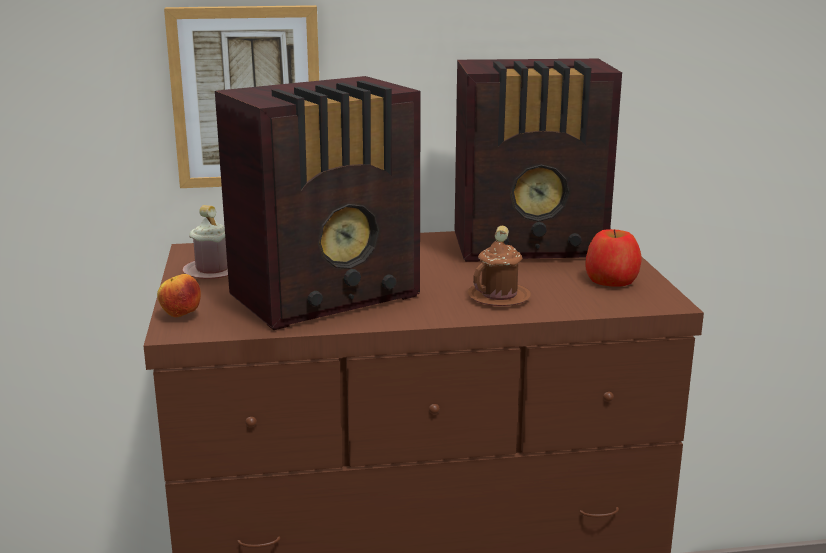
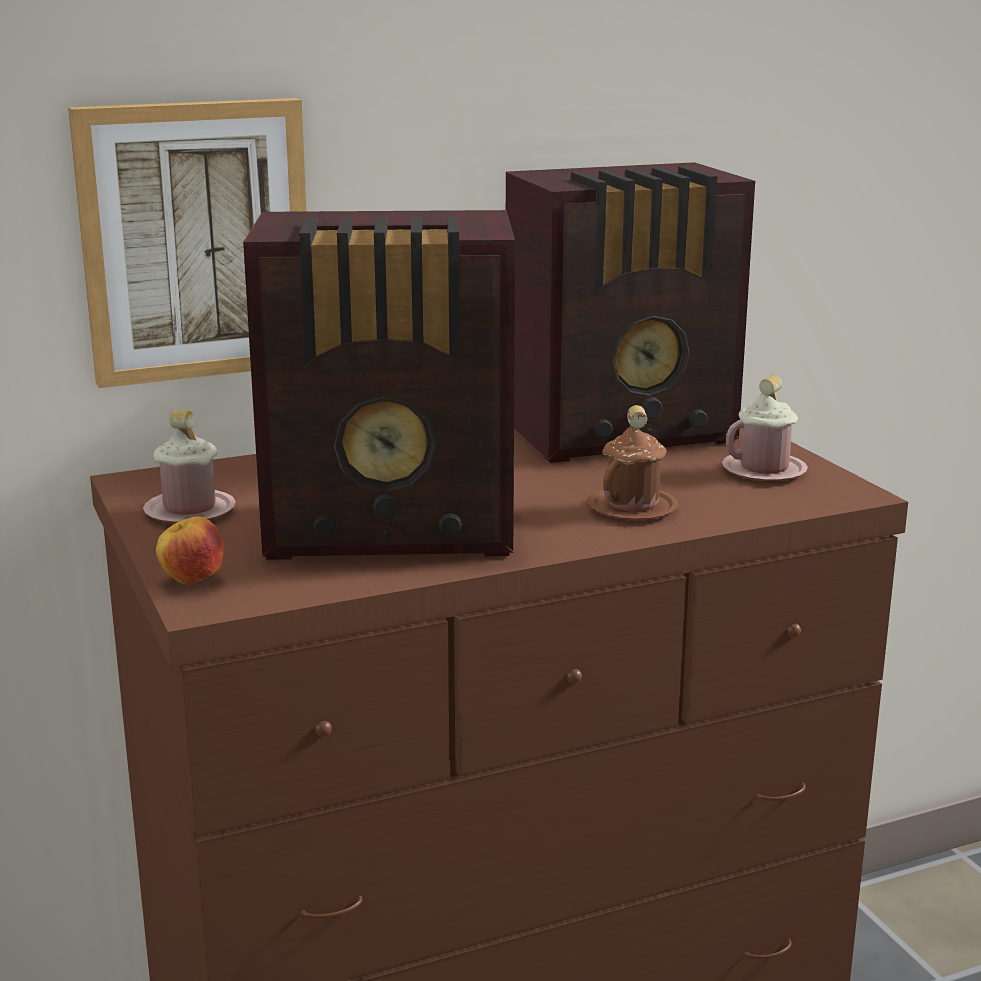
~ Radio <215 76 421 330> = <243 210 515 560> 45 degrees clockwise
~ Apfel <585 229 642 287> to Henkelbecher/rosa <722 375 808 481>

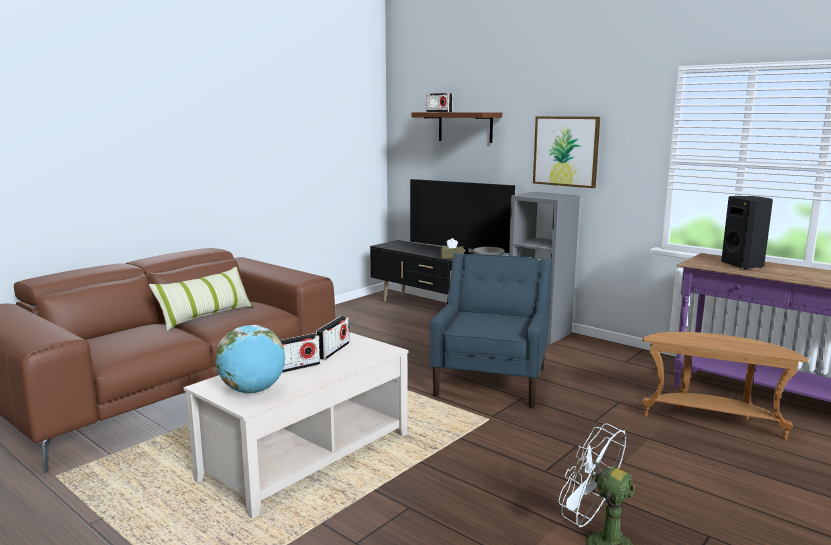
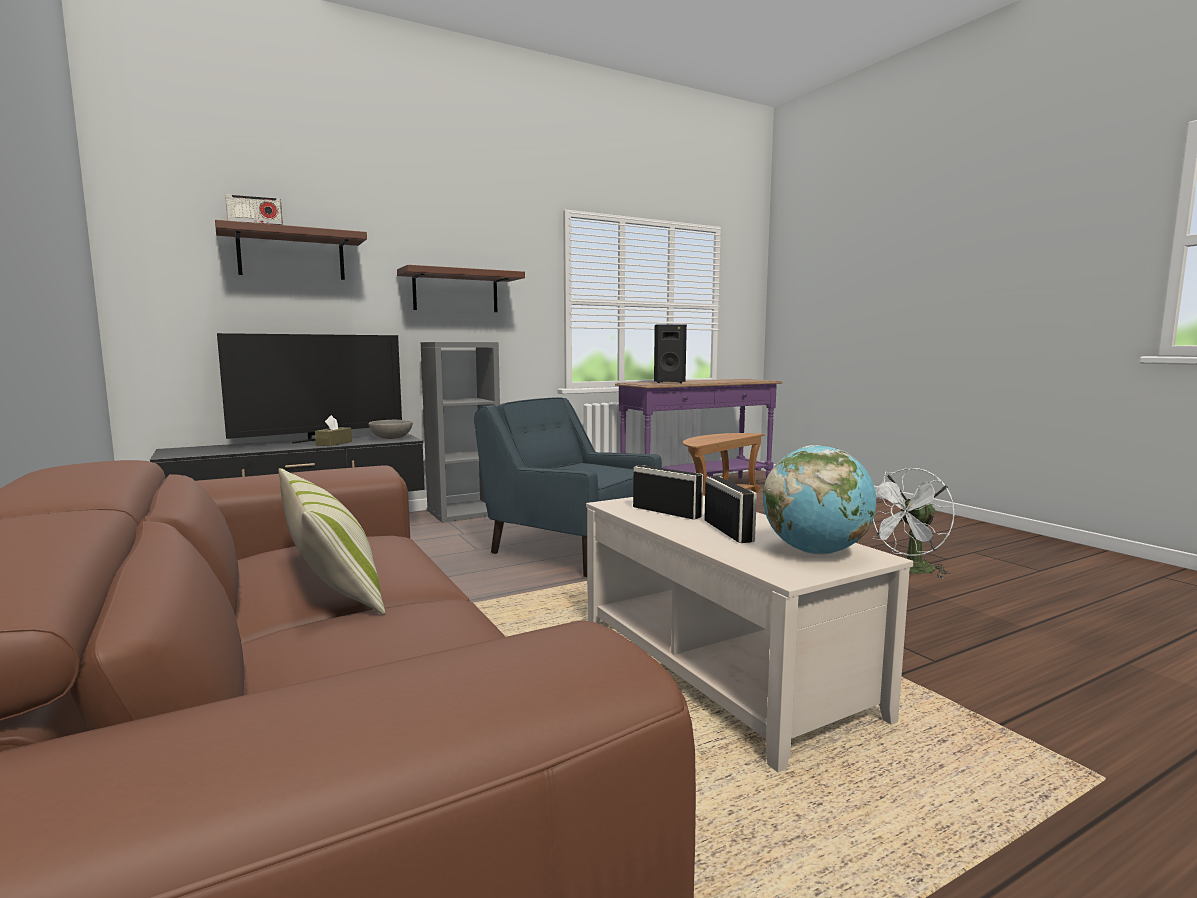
~ Bild <533 116 600 188> to Wandregal/braun <397 265 525 312>

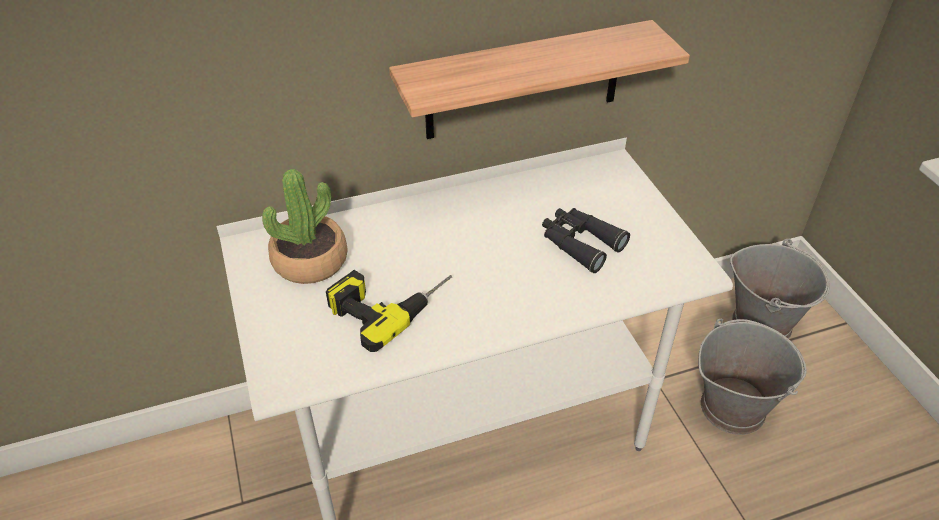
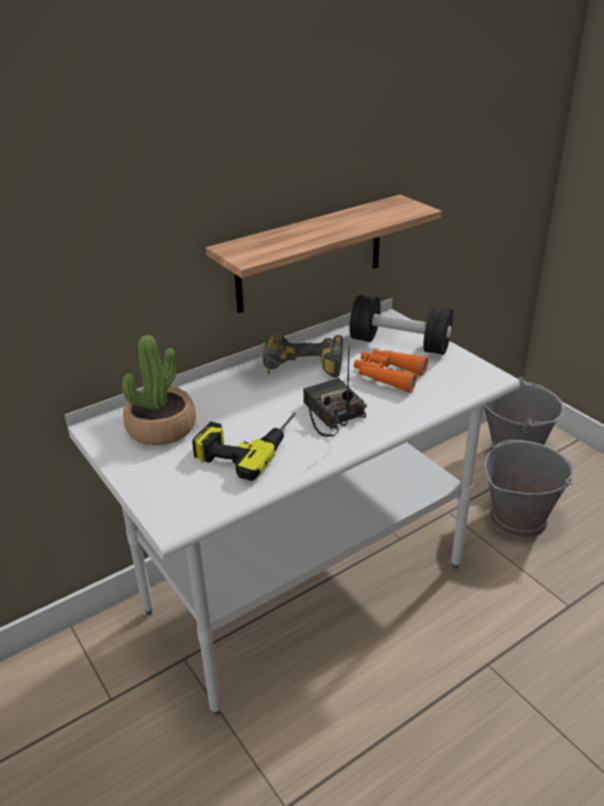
+ Bohrmaschine <263 334 343 378>
+ Radio <303 346 367 437>
+ Hantel/schwarz <350 295 453 355>
~ Fernglas/schwarz <542 208 630 273> to Fernglas/orange <354 349 428 393>

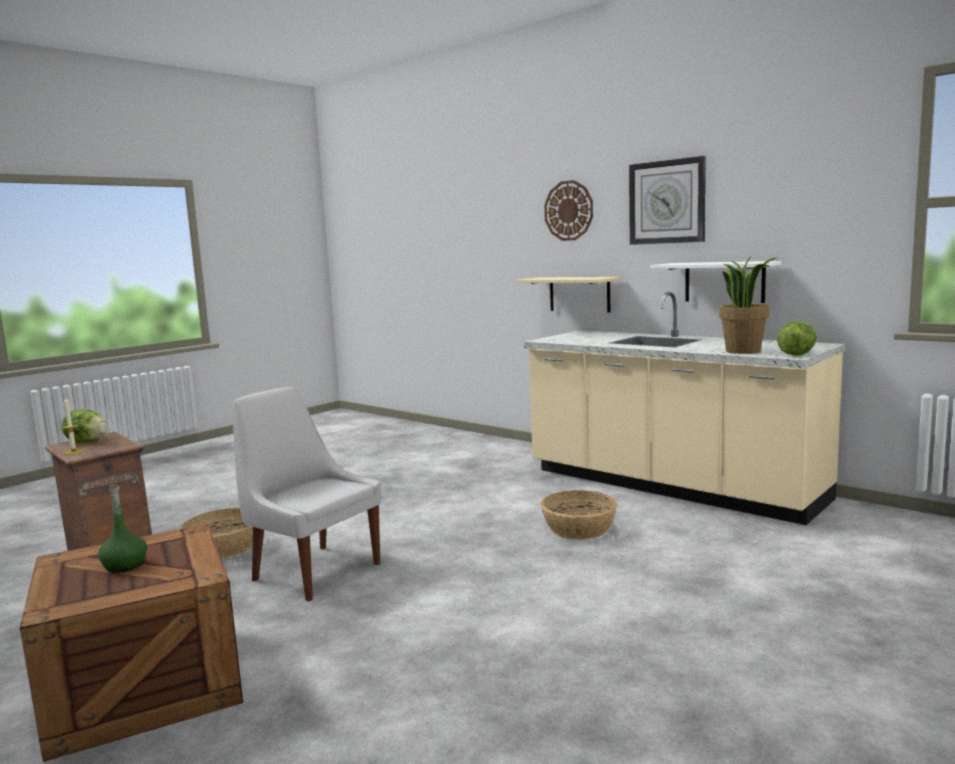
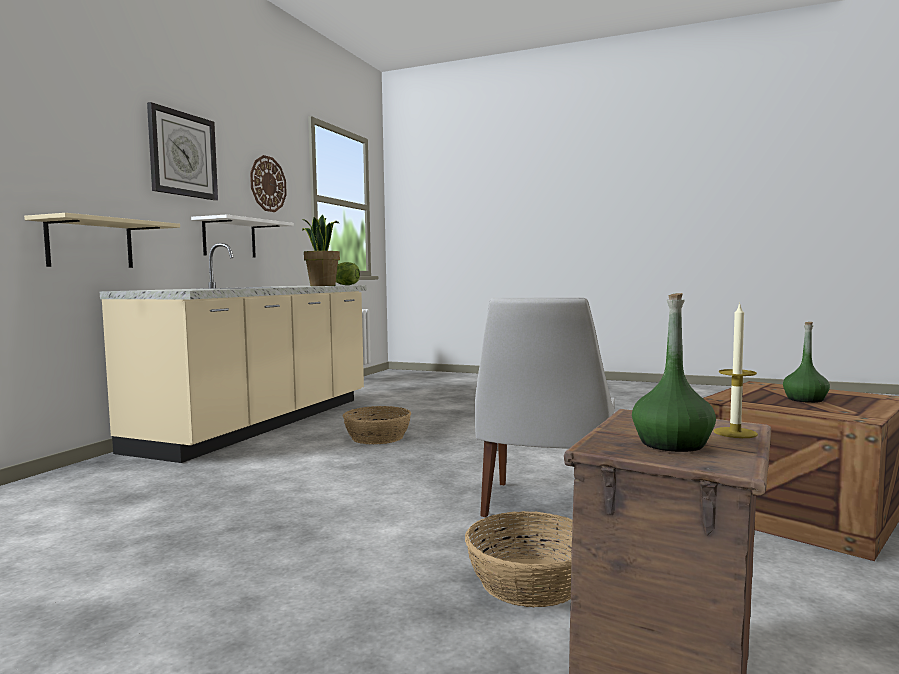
~ Wanduhr <544 180 593 241> to <250 155 287 212>
~ Salatkopf <62 409 108 442> to Flasche/grün <632 293 716 452>

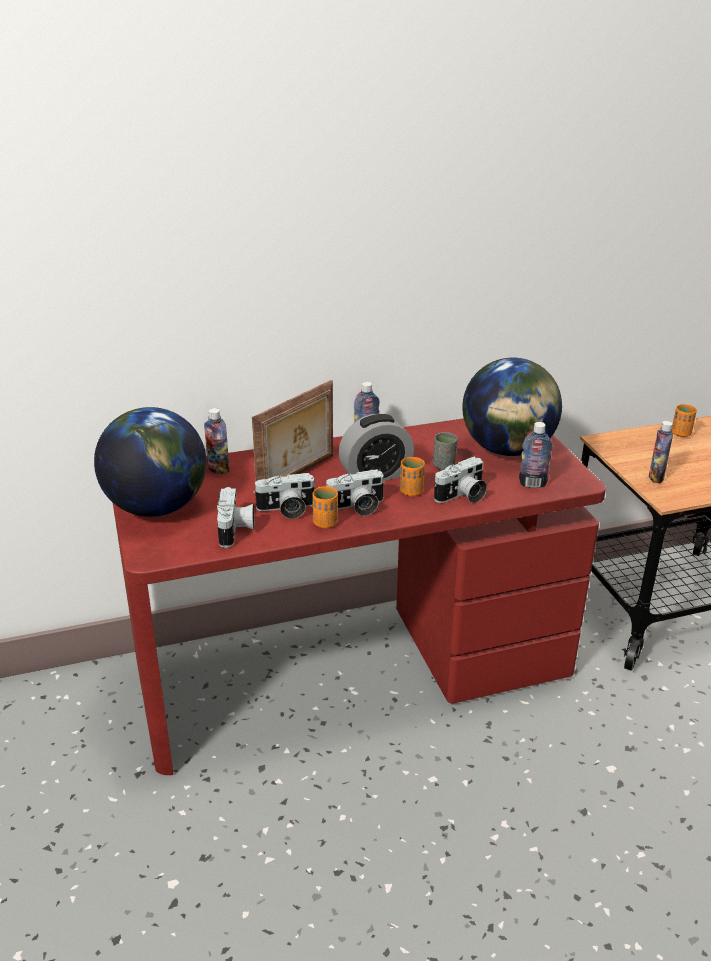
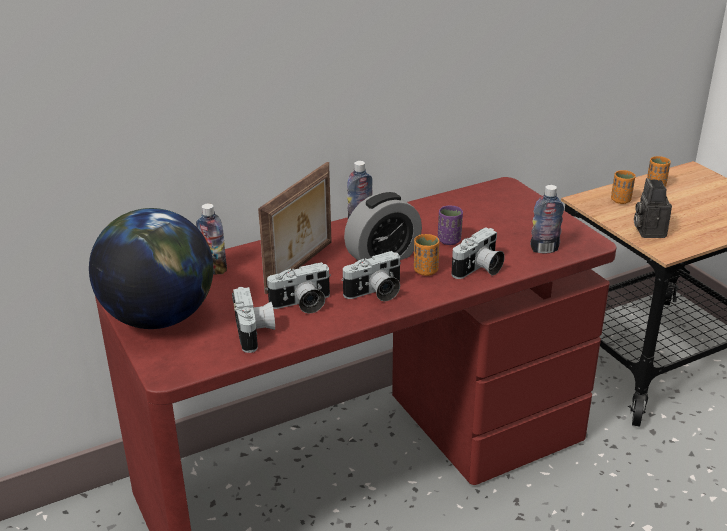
~ Tasse/grau <433 432 458 470> to Tasse/lila <438 206 463 245>
~ Tasse/orange <312 486 338 528> to <611 170 635 204>
~ Flasche <649 421 673 483> to Kamera <634 178 672 238>
- Globus <462 358 562 456>

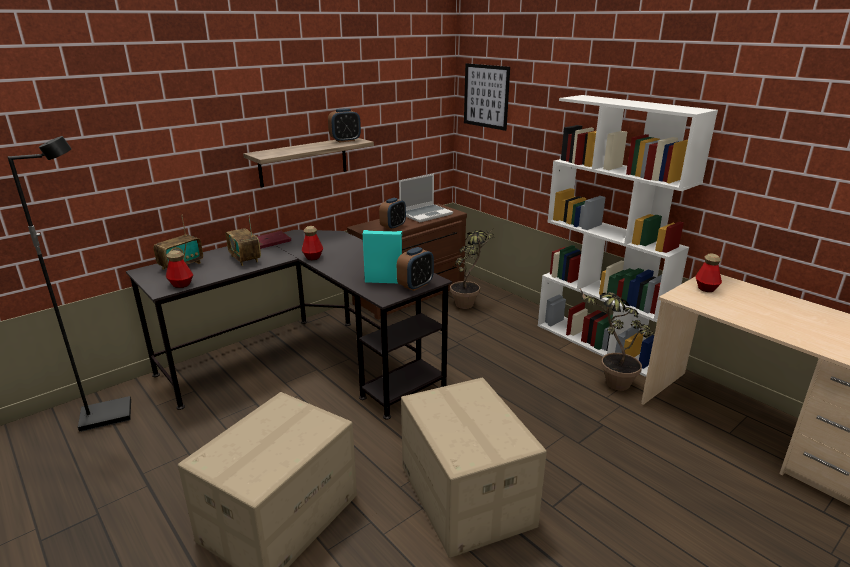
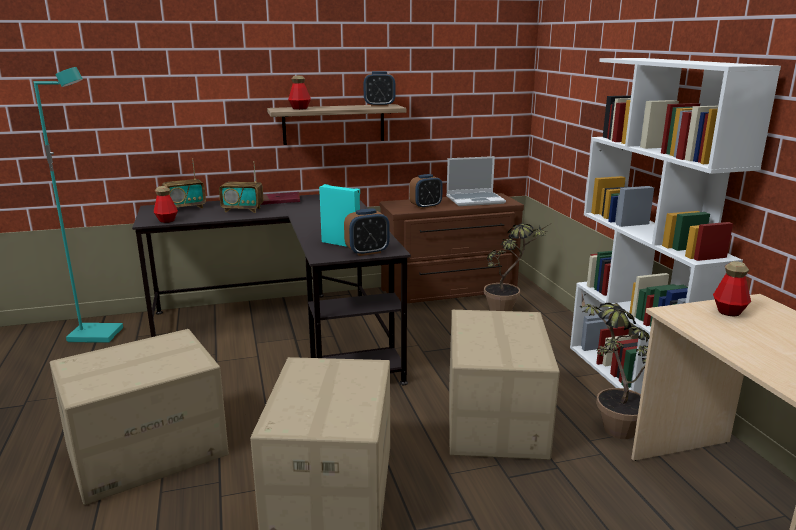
~ Stehlampe/schwarz <8 136 131 432> to Stehlampe/türkis <33 67 123 343>
~ Radio <225 216 261 266> = <219 161 263 213> 75 degrees counterclockwise
~ Flasche <302 226 323 260> to <288 76 311 110>
+ Karton <449 310 560 460>
- Bild <464 63 510 131>

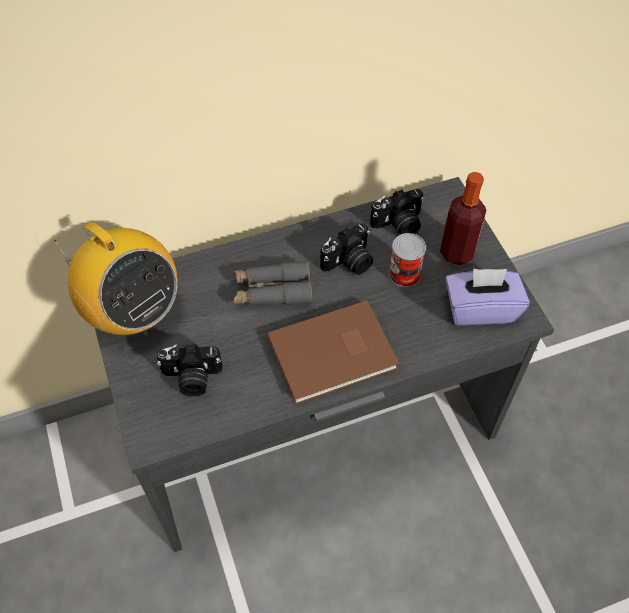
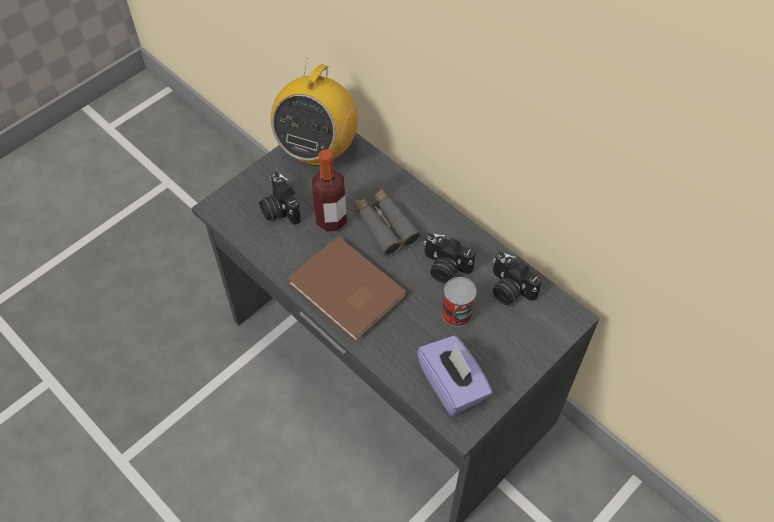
~ Flasche <440 172 486 266> to <312 150 347 232>

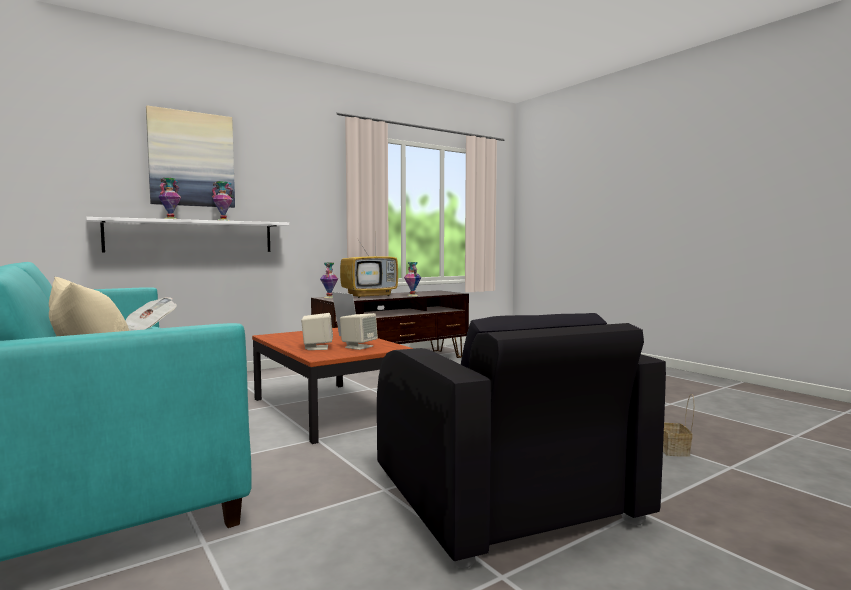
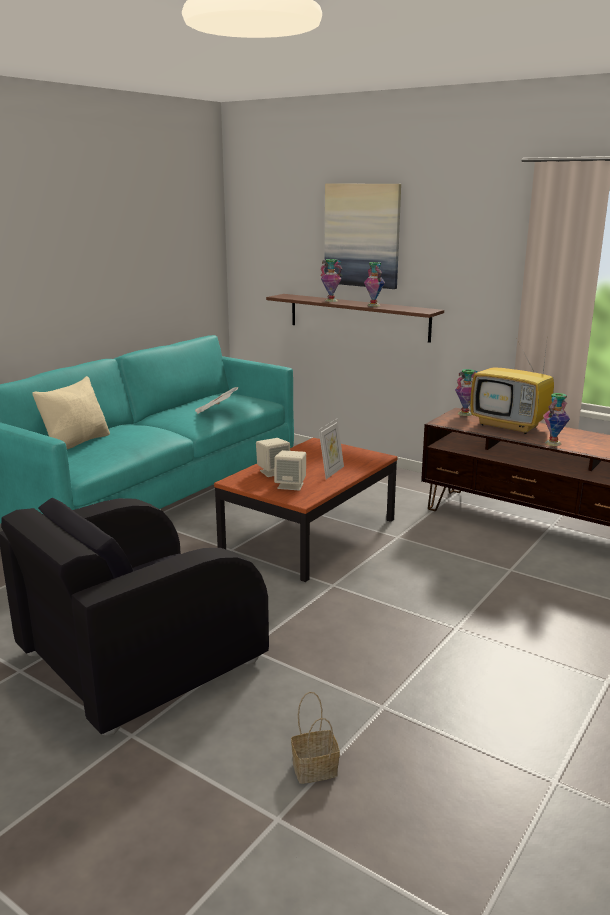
~ Wandregal/weiß <85 217 289 252> to Wandregal/braun <266 294 444 343>

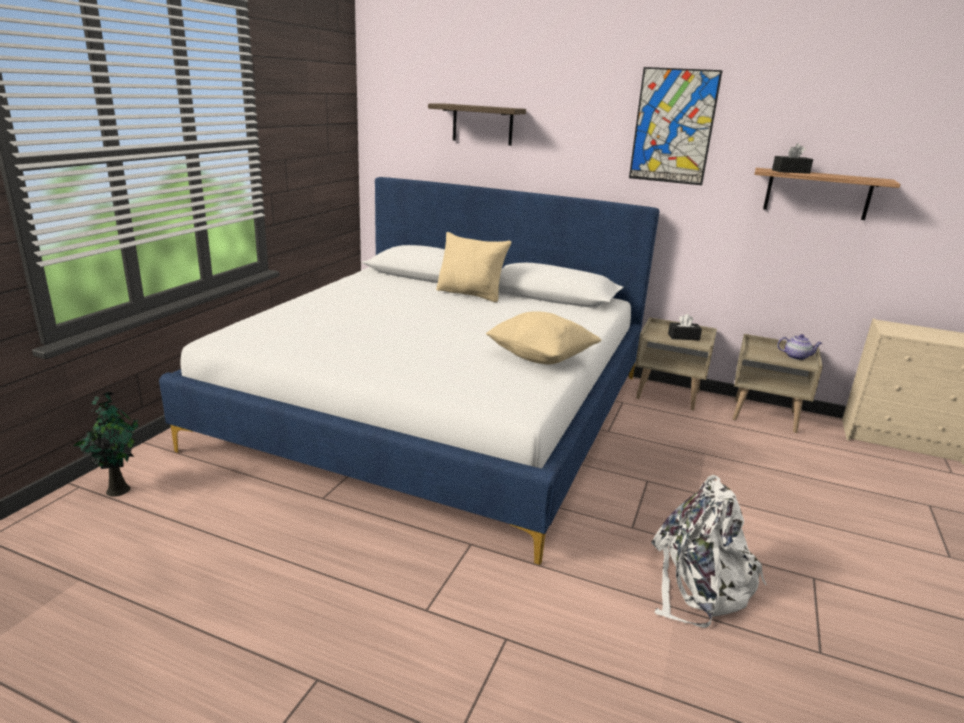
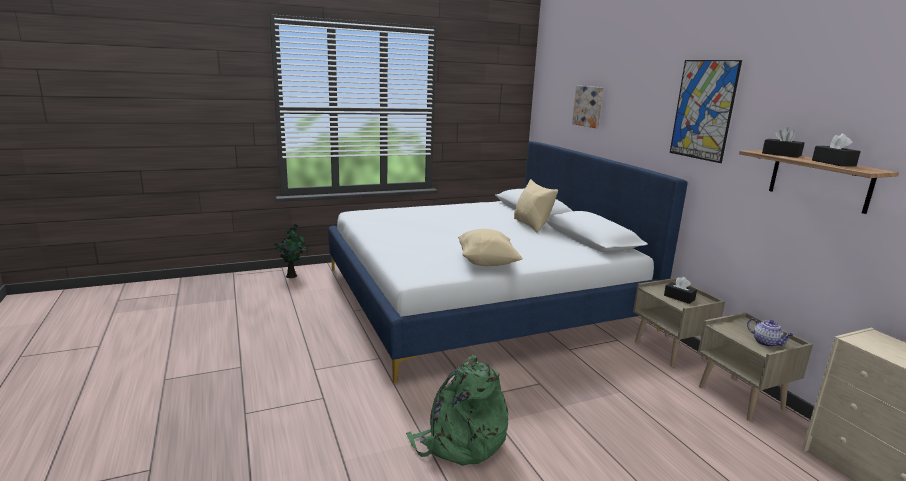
~ Rucksack/weiß <651 475 767 628> to Rucksack/grün <406 355 508 466>
~ Wandregal <428 103 526 146> to Bild <572 86 603 128>
+ Taschentuchbox/schwarz <812 133 861 166>

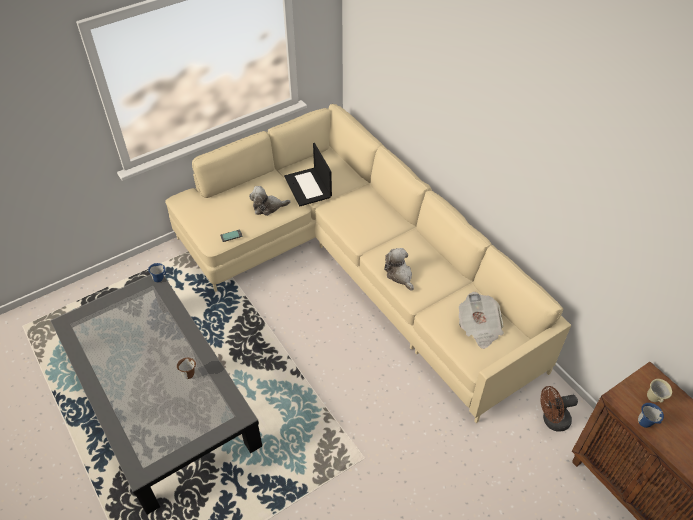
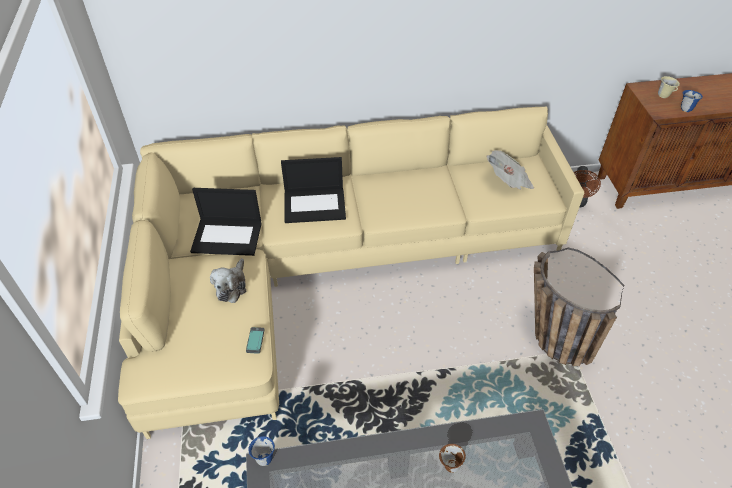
+ Laptop <281 157 346 223>
+ Korb <534 248 624 366>
- Plüschtier <384 248 414 290>

